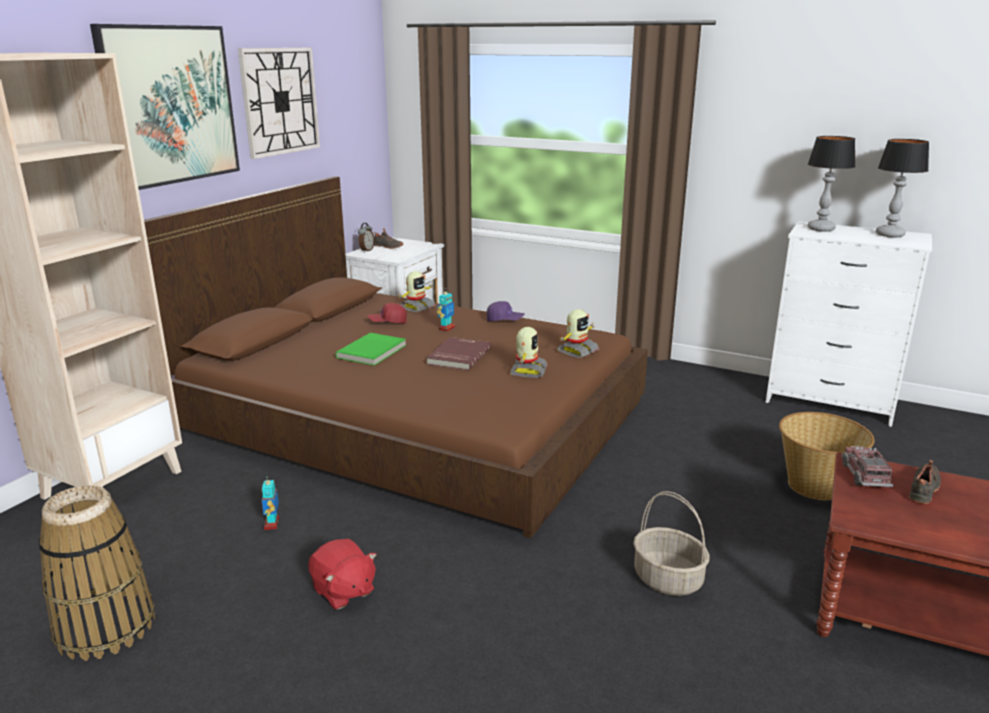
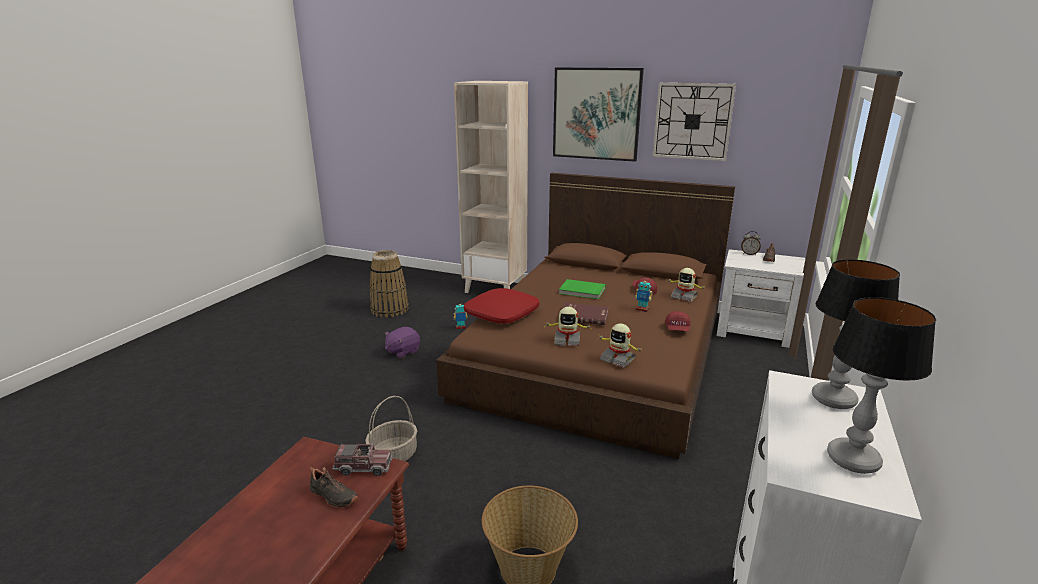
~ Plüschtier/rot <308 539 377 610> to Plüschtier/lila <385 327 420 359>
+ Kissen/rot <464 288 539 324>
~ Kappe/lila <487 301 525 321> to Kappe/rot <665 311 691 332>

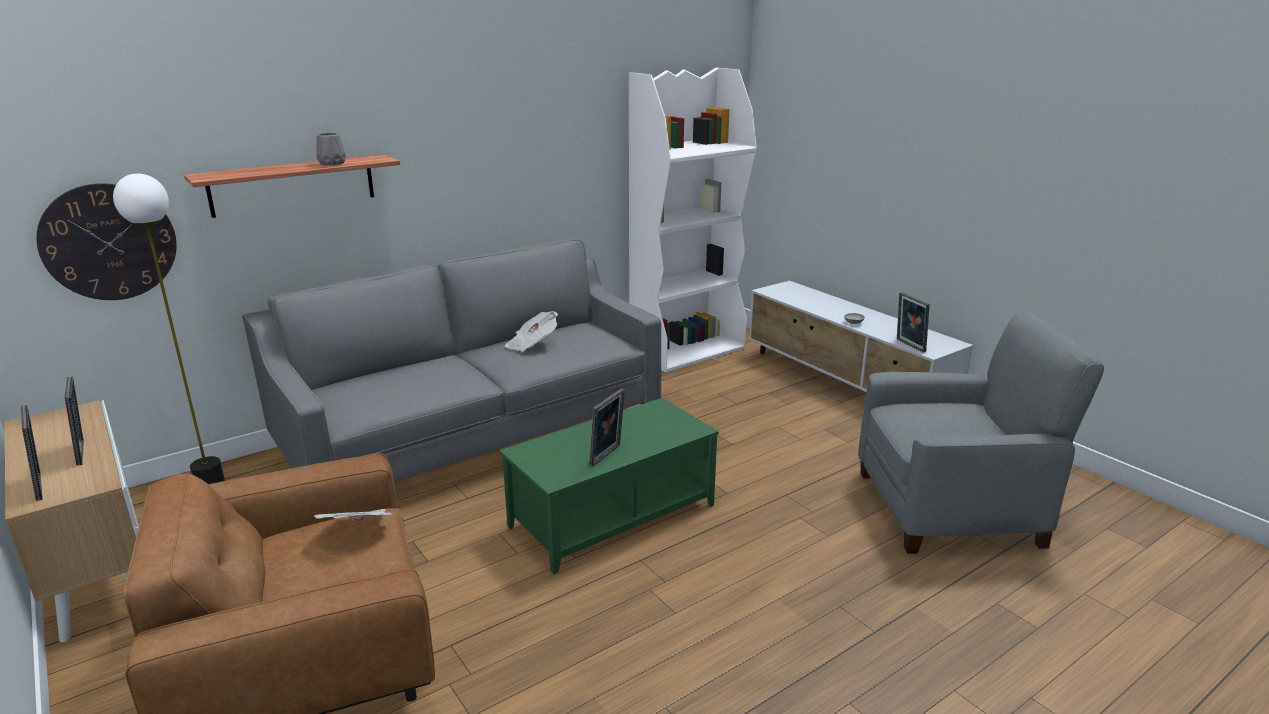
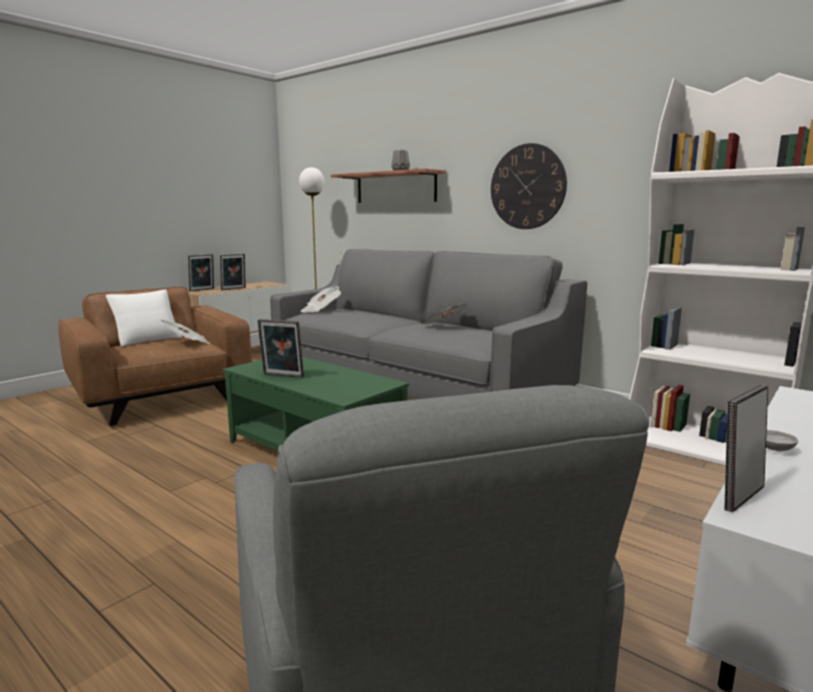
+ Kissen/weiß <105 289 182 347>
+ Zeitung <301 286 341 313>
~ Wanduhr <36 183 177 300> to <491 143 567 229>

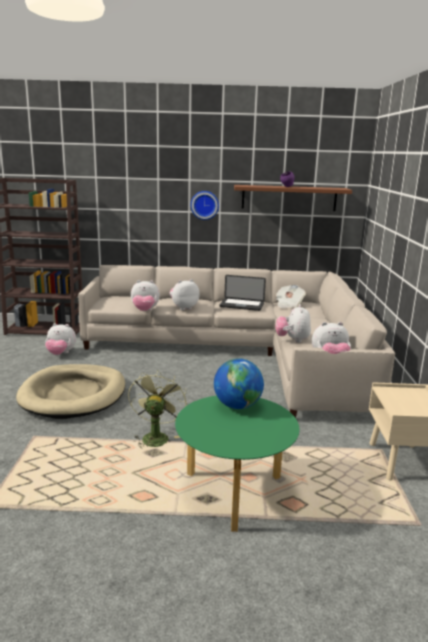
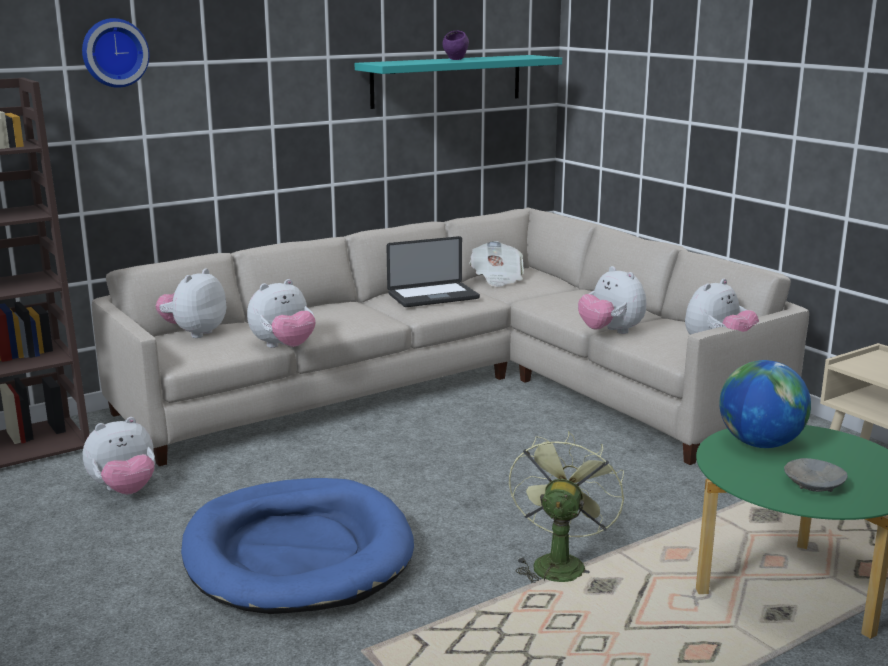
~ Wanduhr <191 191 219 220> to <82 18 150 88>
~ Plüschtier <170 279 200 310> to <156 269 226 338>
~ Hundebett/beige <16 364 125 419> to Hundebett/blau <181 478 414 614>
~ Wandregal/braun <234 185 352 211> to Wandregal/türkis <355 55 562 109>
~ Ventilator/grün <128 370 187 448> = <509 431 624 583> 45 degrees clockwise
+ Schüssel/grau <784 458 848 492>

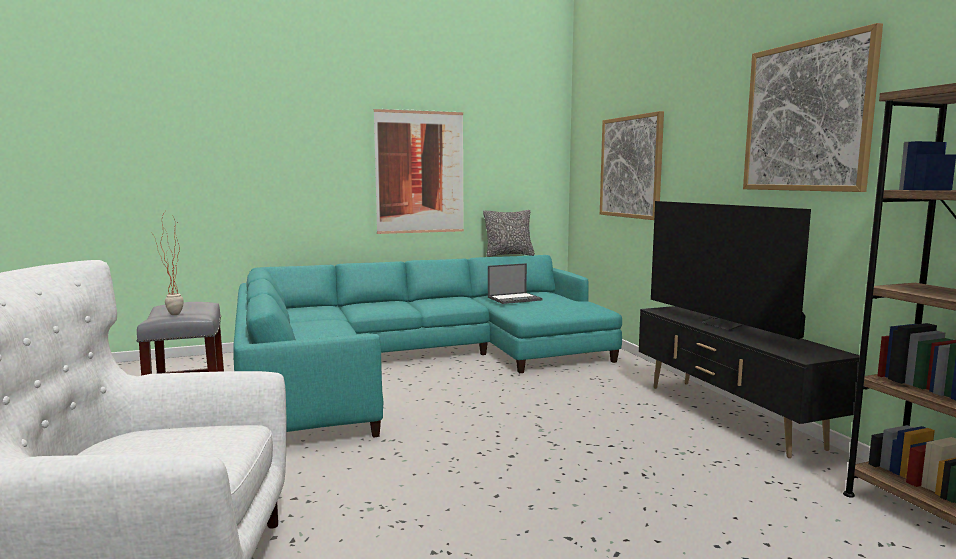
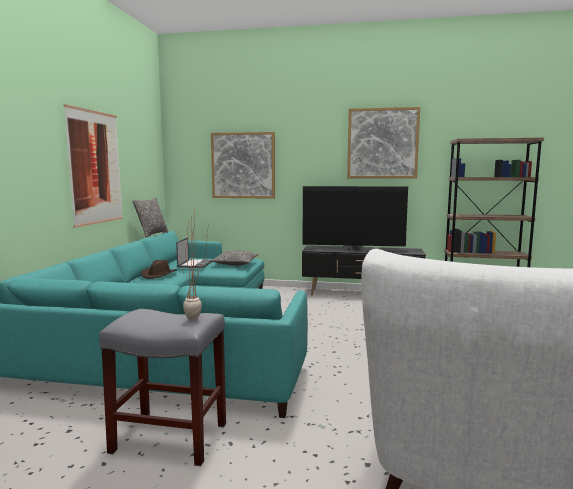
+ Hut/braun <141 260 177 279>
+ Kissen <210 250 258 266>

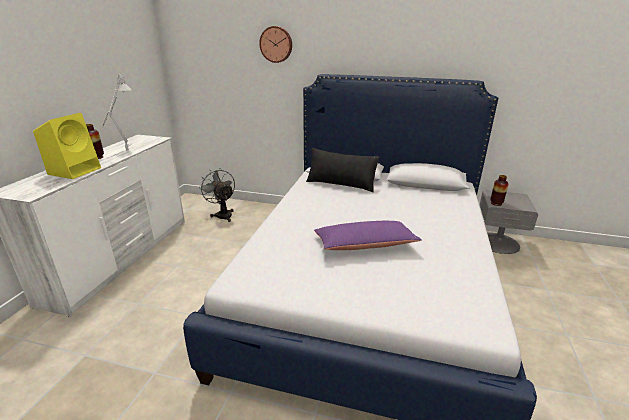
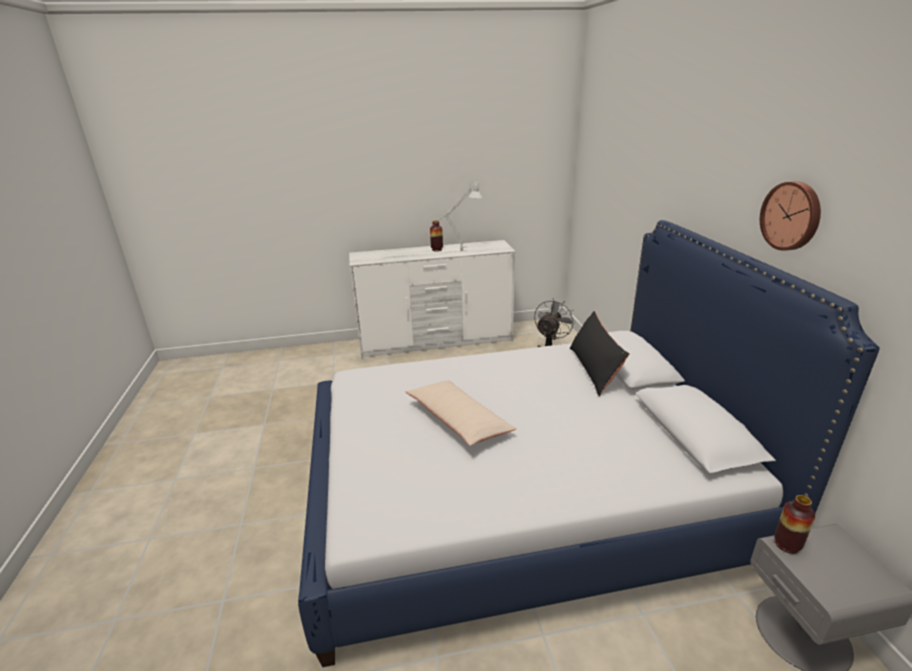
~ Kissen/lila <314 221 422 250> to Kissen/beige <406 381 516 446>
~ Wanduhr <259 26 292 63> to <760 181 821 251>
- Lautsprecher/gelb <33 113 101 179>

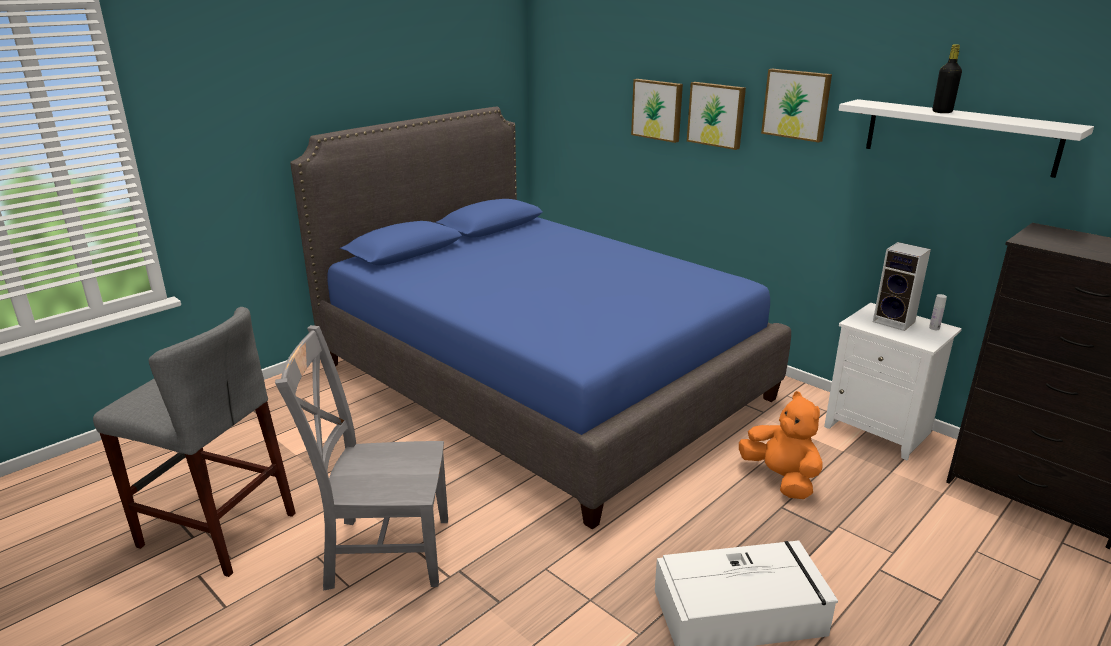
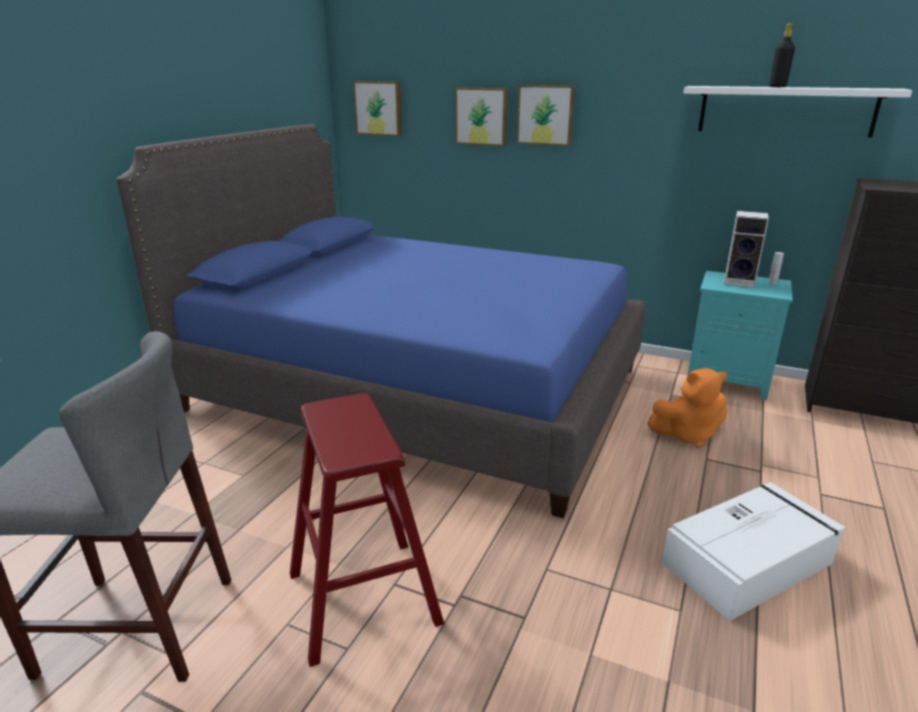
~ Stuhl/grau <275 325 448 590> to Hocker/rot <290 394 444 667>
~ Bild <761 69 832 142> to <353 81 402 136>
~ Plüschtier/orange <739 391 823 499> = <647 368 727 448> 135 degrees clockwise
~ Nachttisch/weiß <824 303 962 460> to Nachttisch/türkis <688 271 793 400>

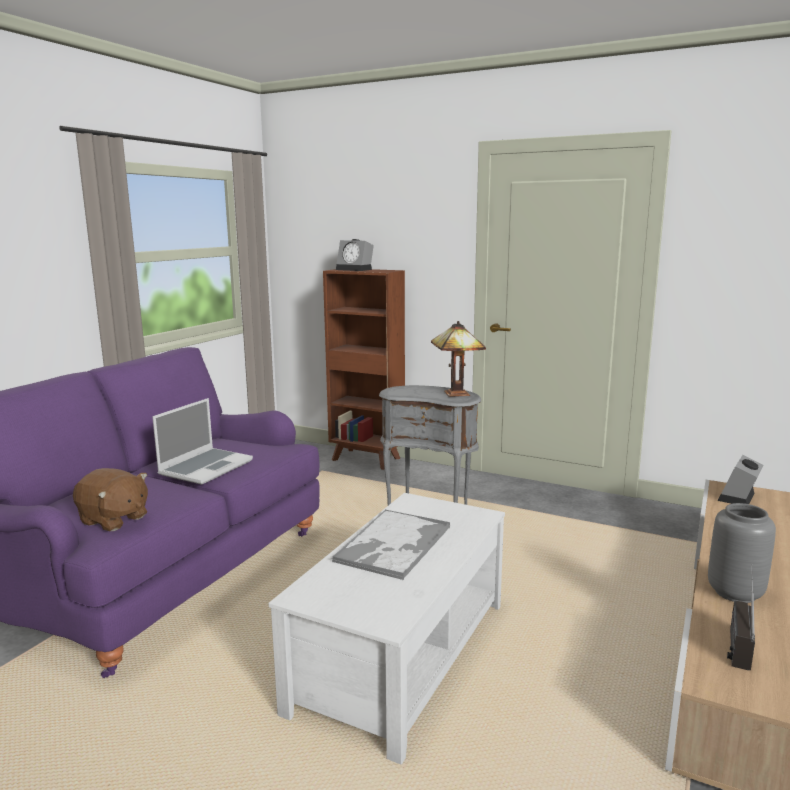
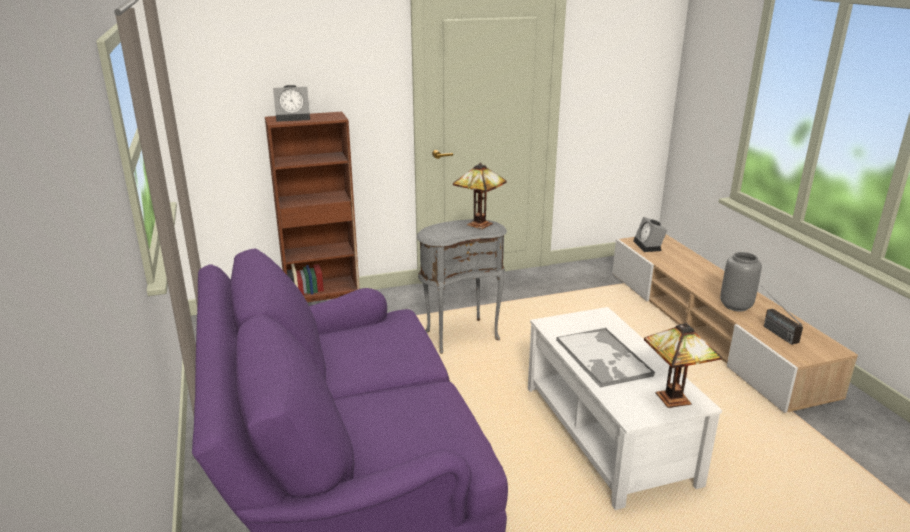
+ Tischlampe <644 322 722 408>
- Plüschtier/braun <73 468 148 531>
- Laptop <152 398 253 485>

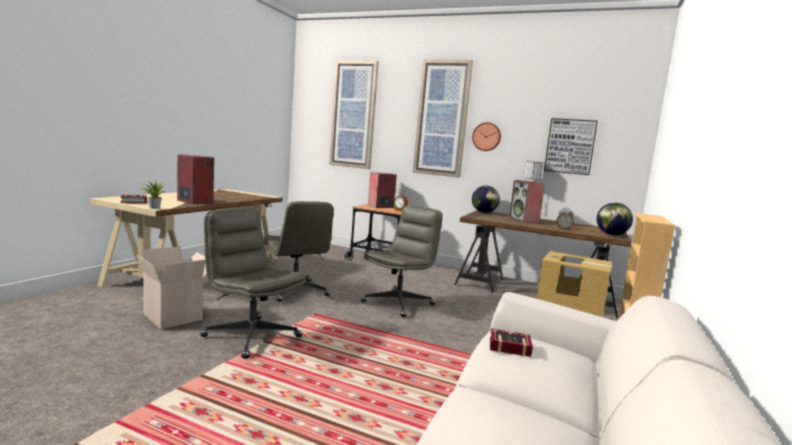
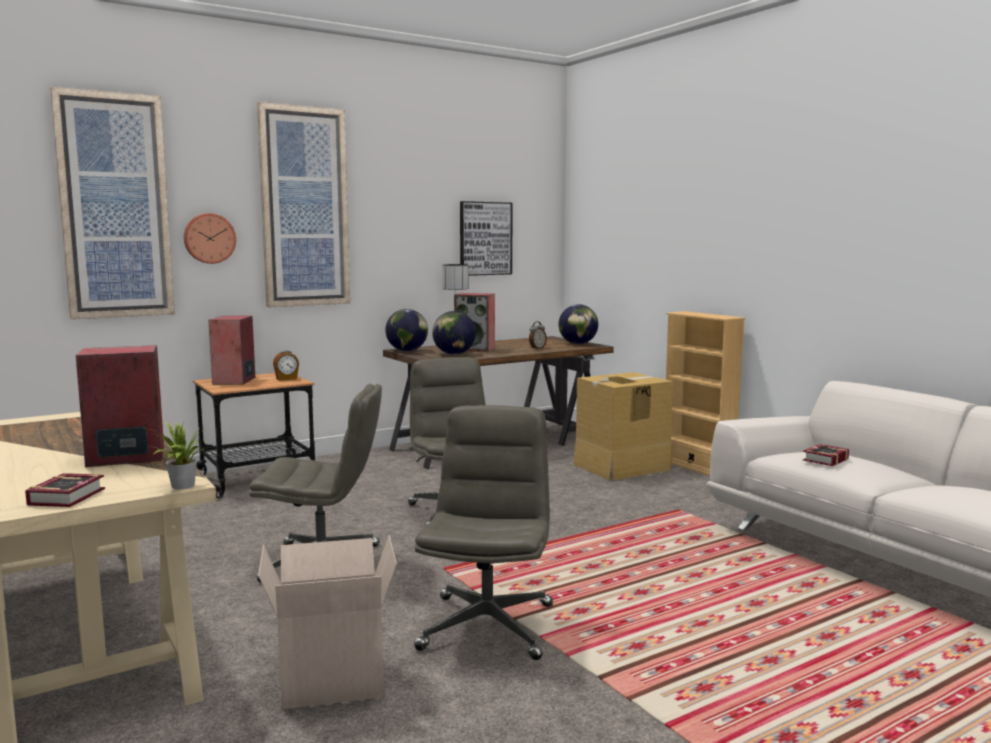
~ Wanduhr <472 122 501 151> to <184 213 236 264>
~ Bürostuhl/grau <200 208 306 359> = <414 405 553 660> 120 degrees clockwise
+ Globus <432 311 476 355>

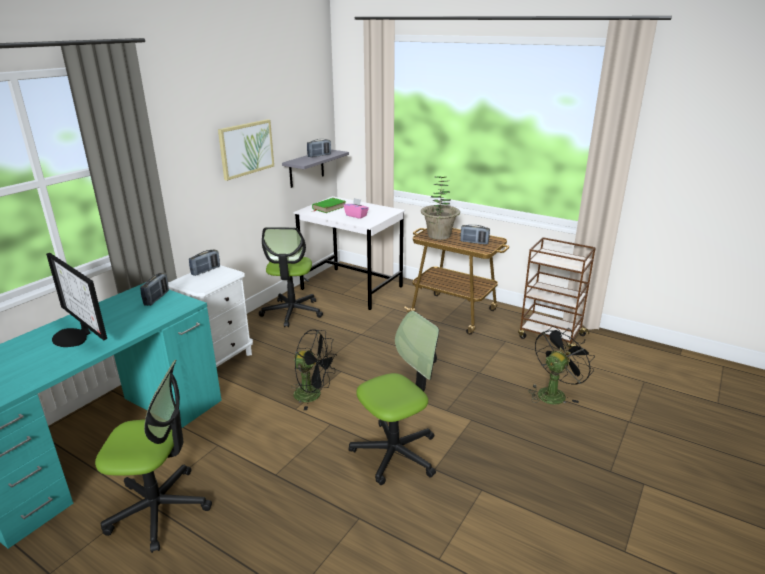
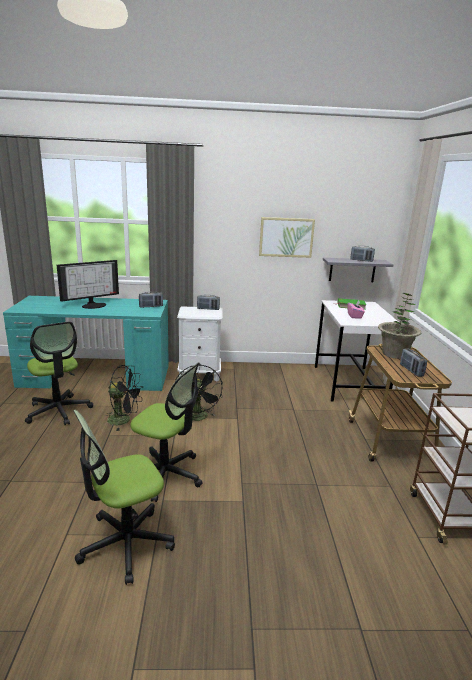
~ Monitor <46 253 107 347> = <57 260 119 309> 135 degrees counterclockwise
~ Bürostuhl <259 227 323 327> to <73 410 175 585>
~ Ventilator/schwarz <528 326 595 404> to <105 365 142 431>

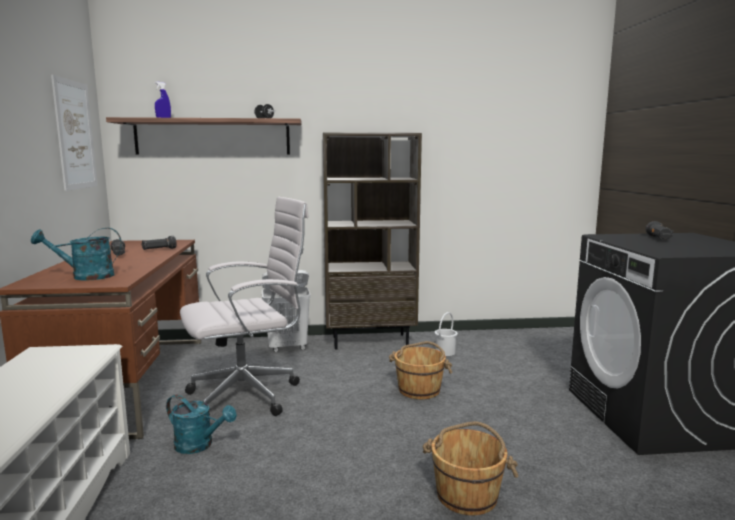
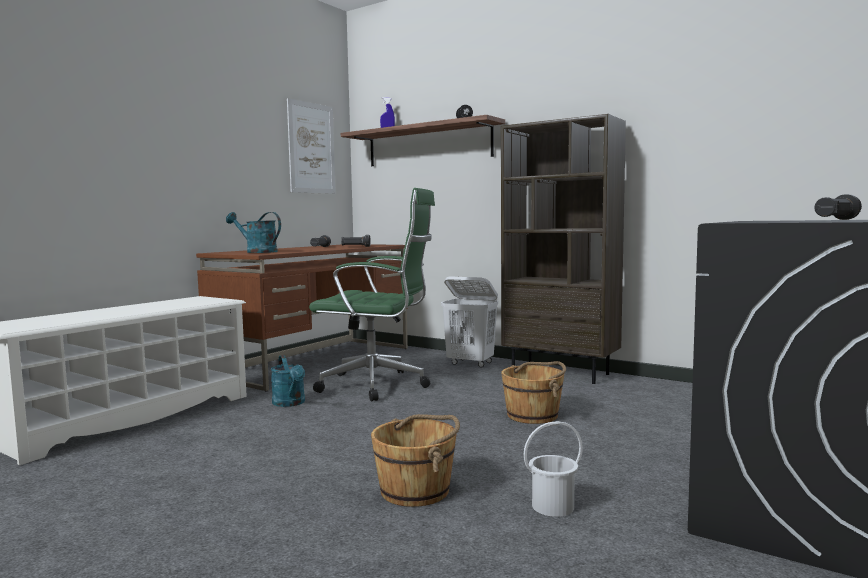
~ Bürostuhl/weiß <180 197 309 416> to Bürostuhl/grün <309 188 435 402>
~ Eimer/weiß <435 312 458 356> to <524 421 583 517>

